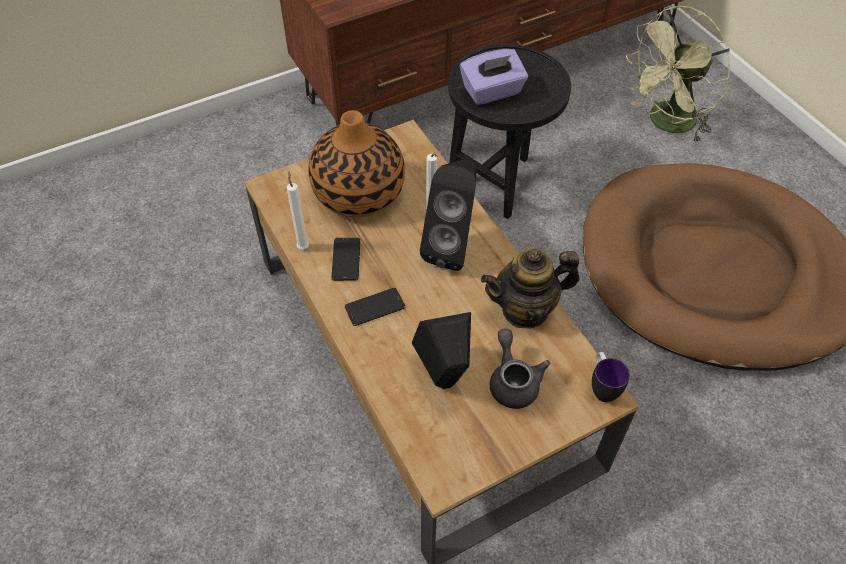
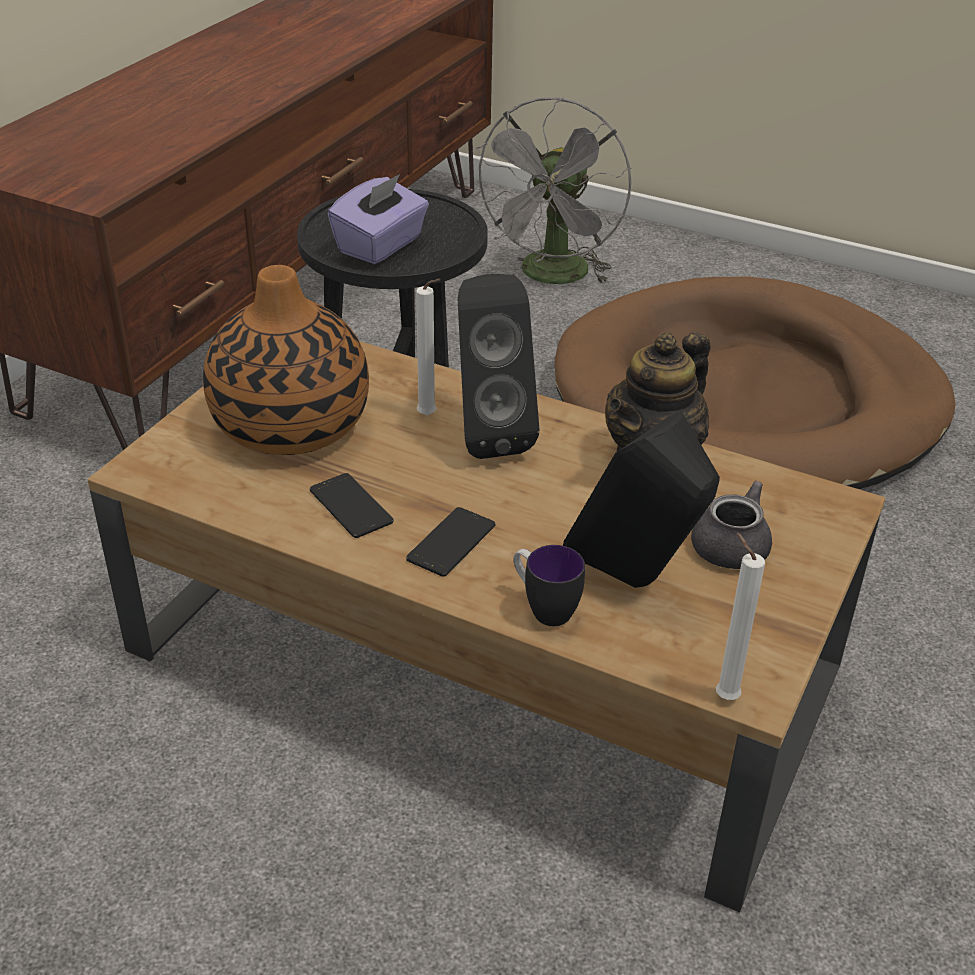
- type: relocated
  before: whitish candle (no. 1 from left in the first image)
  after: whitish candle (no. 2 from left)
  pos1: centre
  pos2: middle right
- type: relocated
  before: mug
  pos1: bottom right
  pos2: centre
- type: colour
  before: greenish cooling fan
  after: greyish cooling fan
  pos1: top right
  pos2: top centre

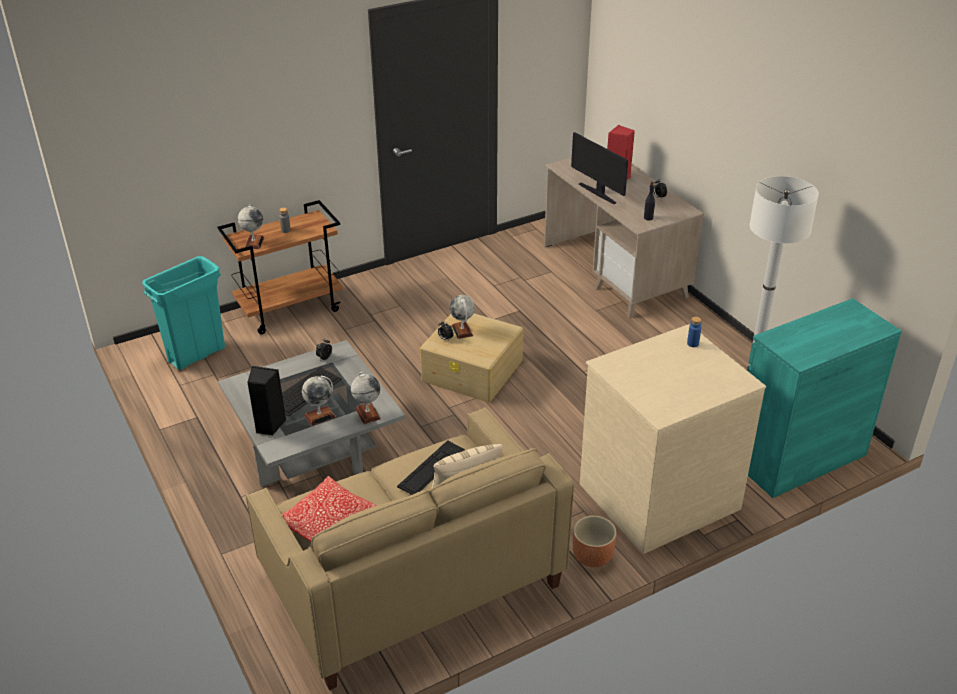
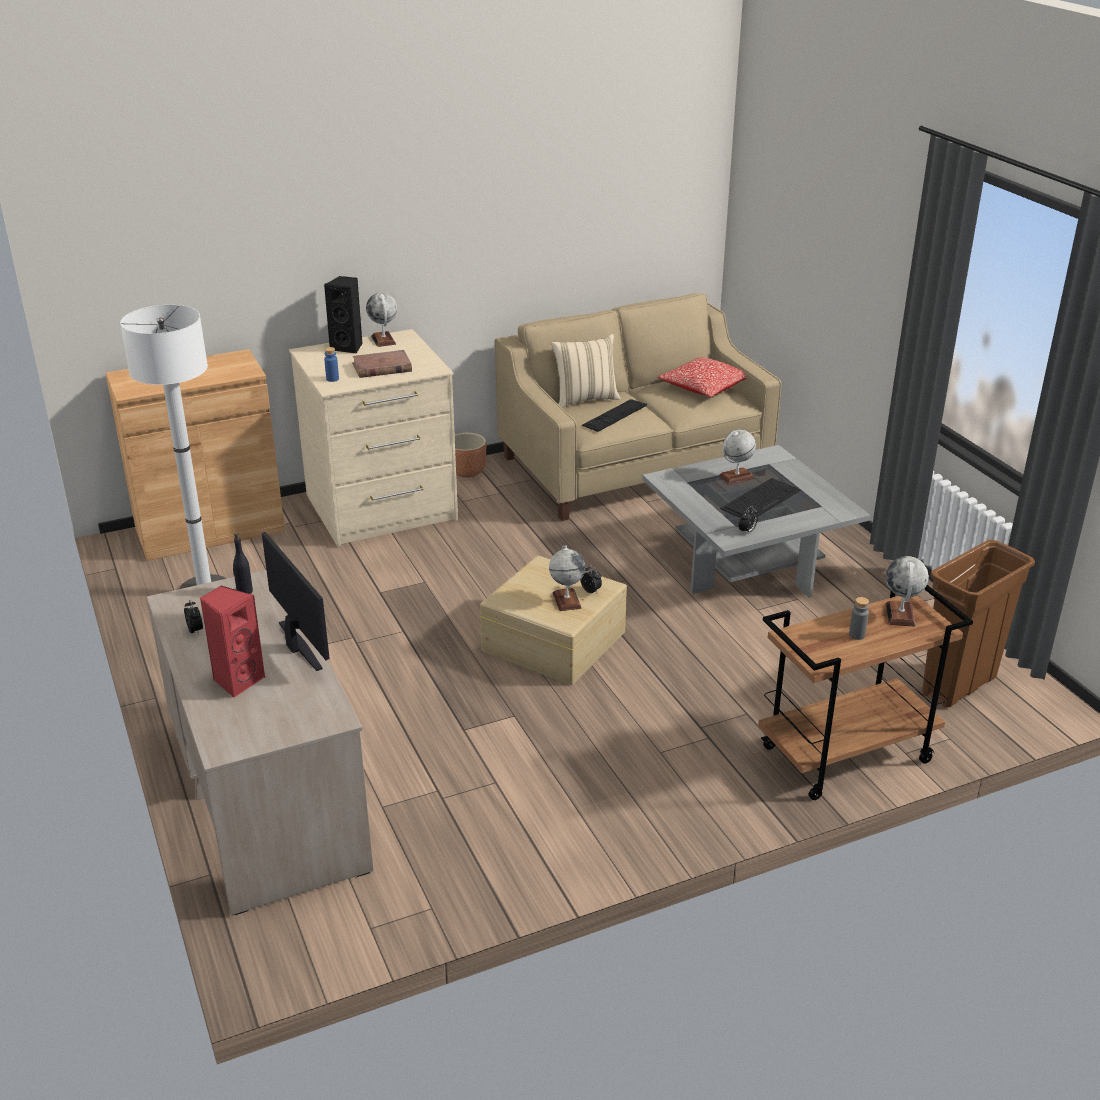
- type: appeared
  after: brown bound book
  pos2: top centre
- type: relocated
  before: black speaker
  pos1: middle left
  pos2: top left
- type: relocated
  before: globe (no. 3 from left in the first image)
  after: globe (no. 1 from left)
  pos1: centre
  pos2: top centre
- type: colour
  before: turquoise-coloured trash can
  after: brown trash can
  pos1: middle left
  pos2: middle right
- type: colour
  before: turquoise-coloured cabinet
  after: brown cabinet
  pos1: middle right
  pos2: middle left

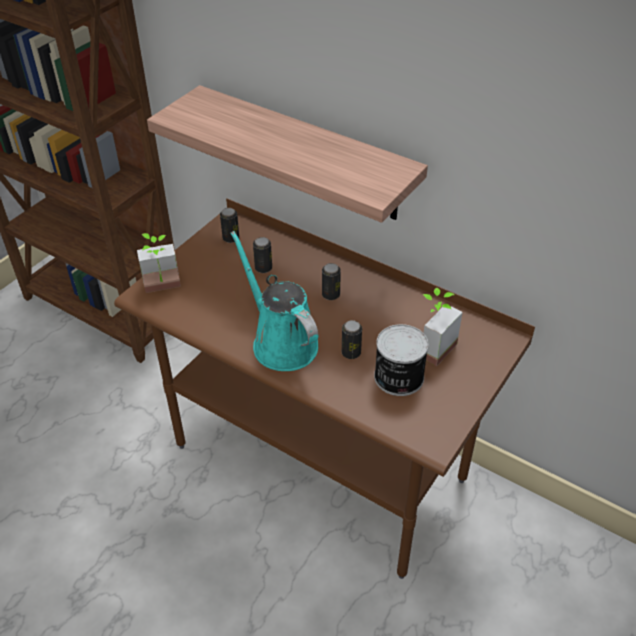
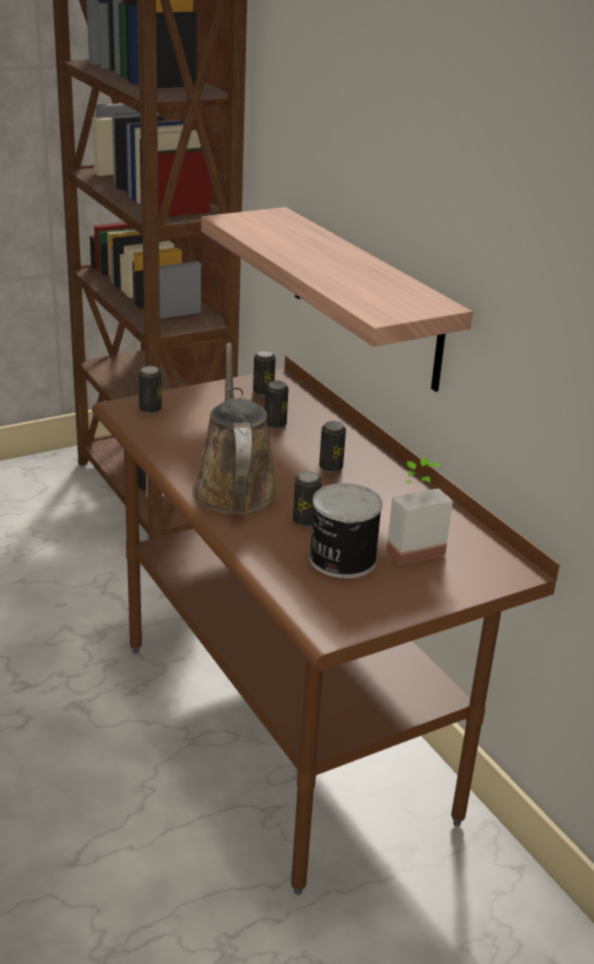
- type: exchanged
  before: plant in a pot (no. 1 from left)
  after: metal can (no. 1 from left)
  pos1: middle left
  pos2: middle left
- type: colour
  before: turquoise-coloured watering can
  after: brown watering can
  pos1: centre
  pos2: centre

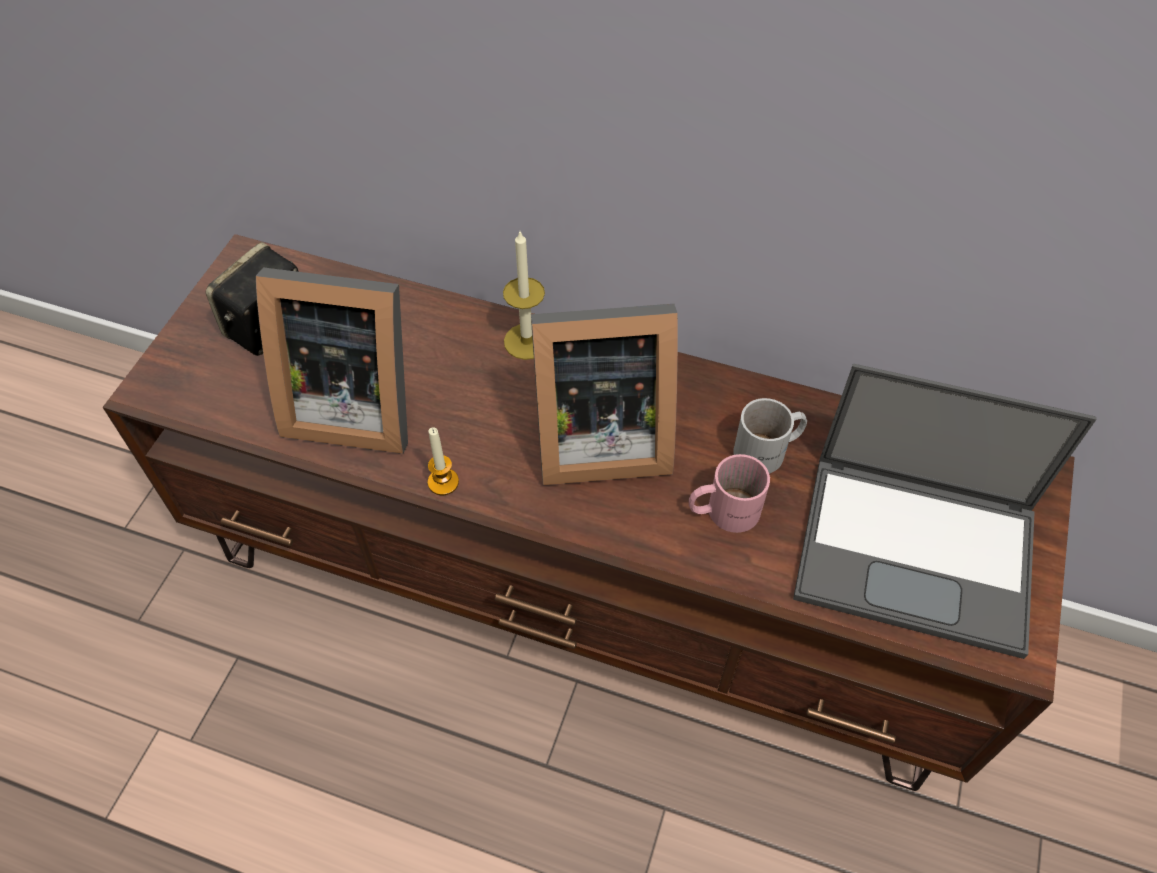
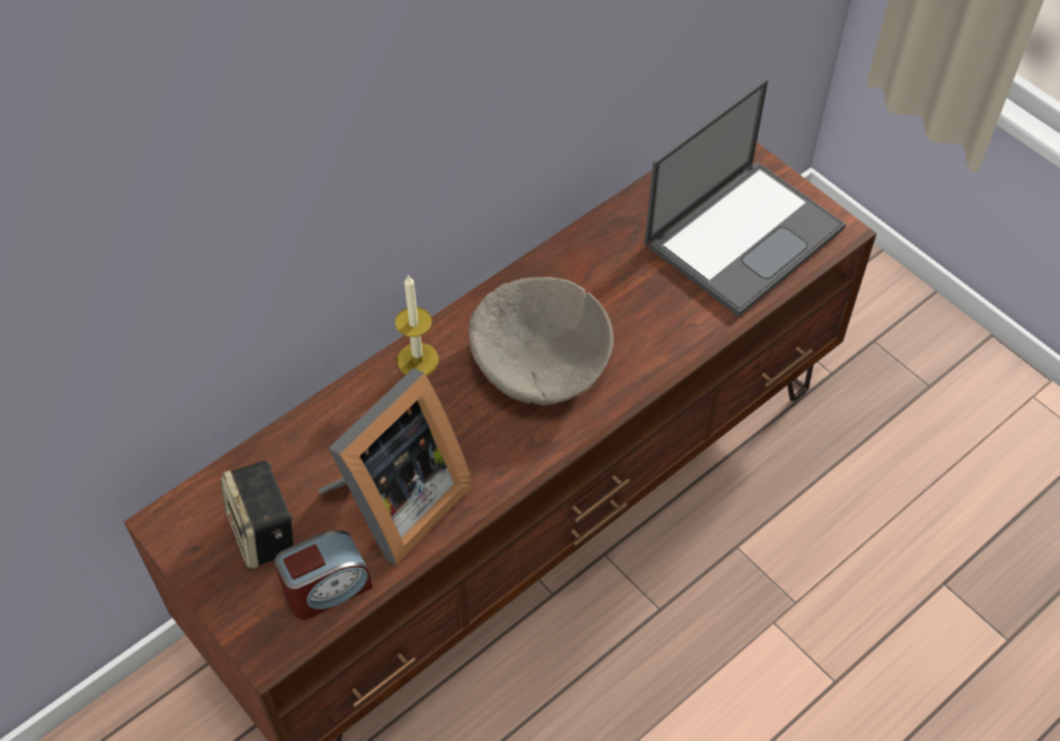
- type: missing
  before: candle (no. 1 from left)
  pos1: centre
- type: missing
  before: pinkish mug
  pos1: centre
- type: missing
  before: whitish mug
  pos1: centre
- type: appeared
  after: bedside clock
  pos2: bottom left
- type: exchanged
  before: standing frame (no. 2 from left)
  after: sand-coloured deep dish
  pos1: centre
  pos2: centre

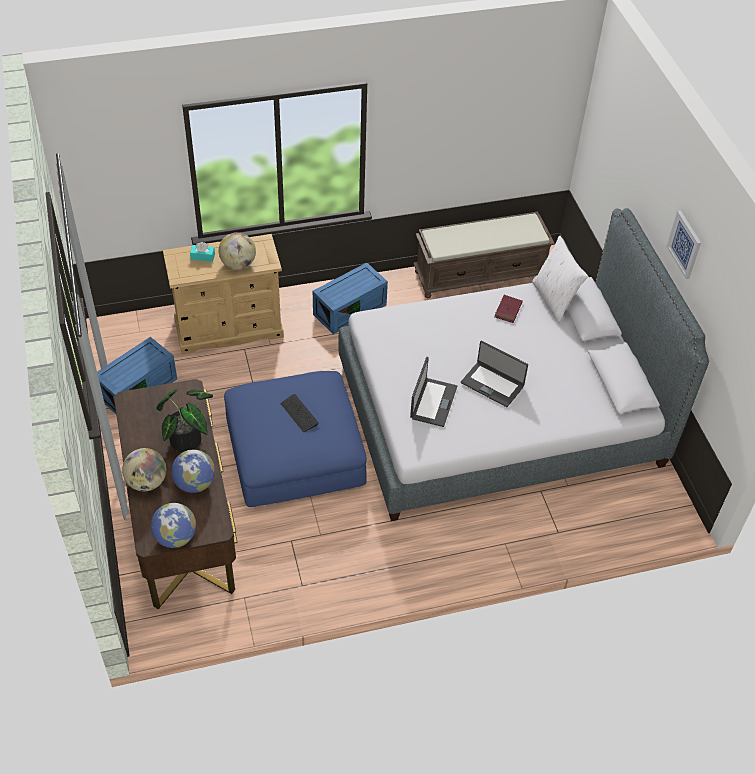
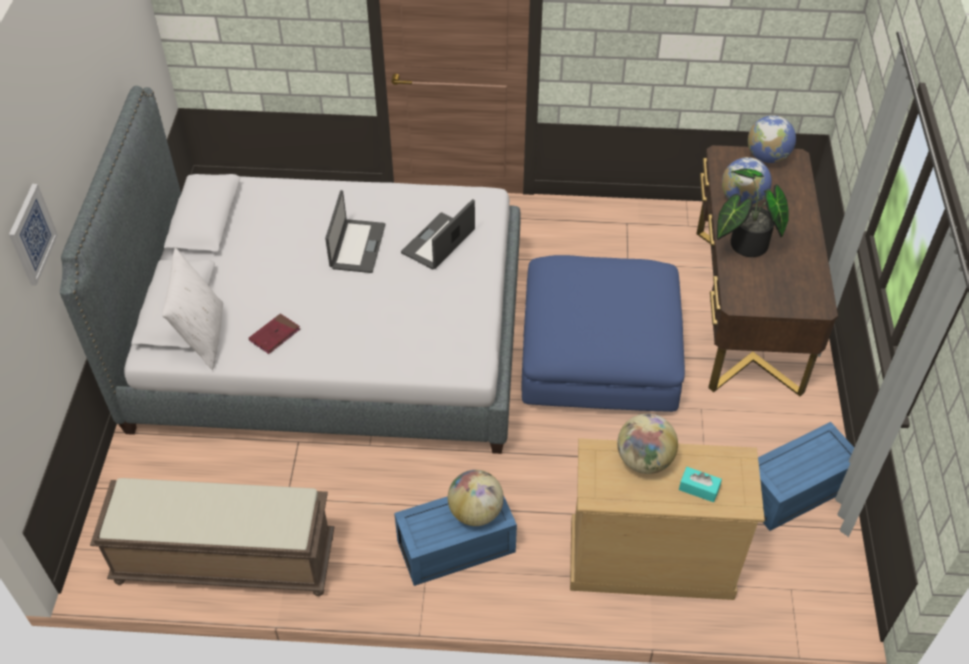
- type: missing
  before: keyboard
  pos1: centre
- type: relocated
  before: globe (no. 1 from left)
  pos1: middle left
  pos2: bottom centre
- type: relocated
  before: picture
  pos1: top right
  pos2: middle left
- type: spun
  before: laptop (no. 2 from left in the first image)
  pos1: centre
  pos2: centre
  turn: 45

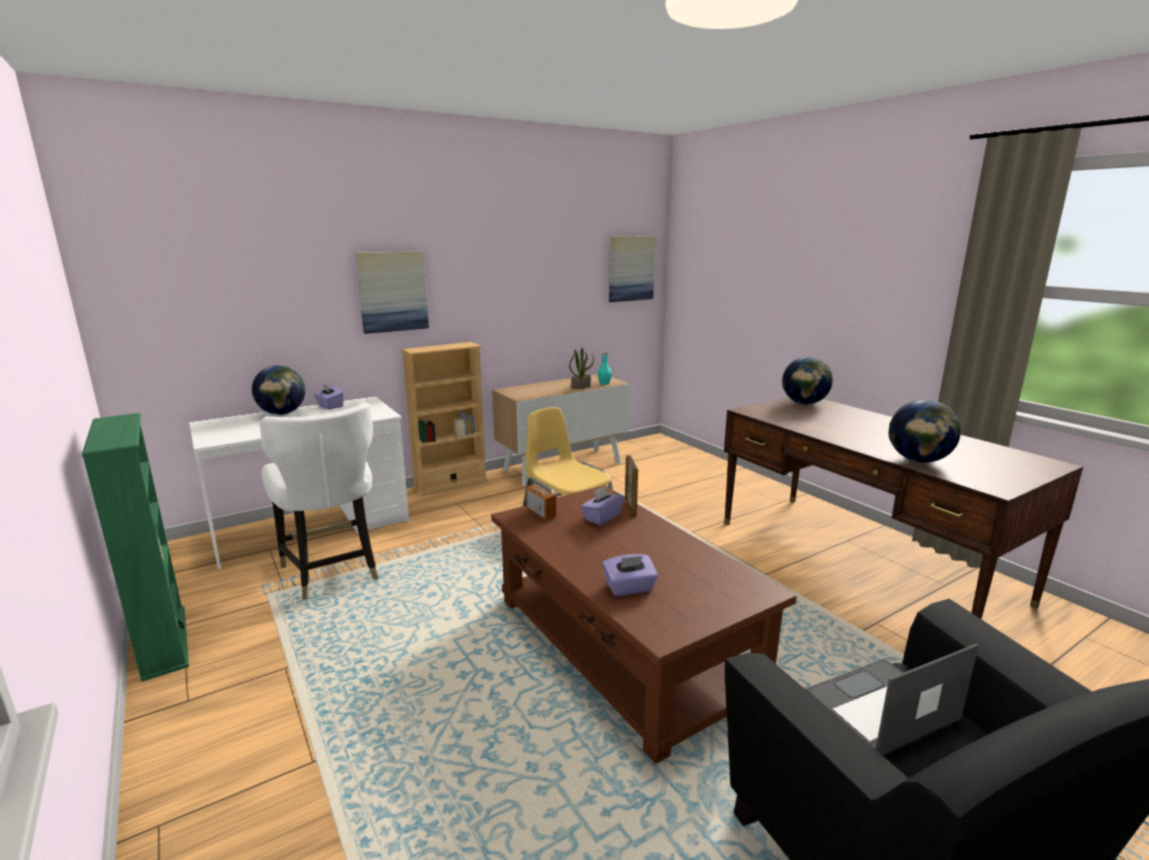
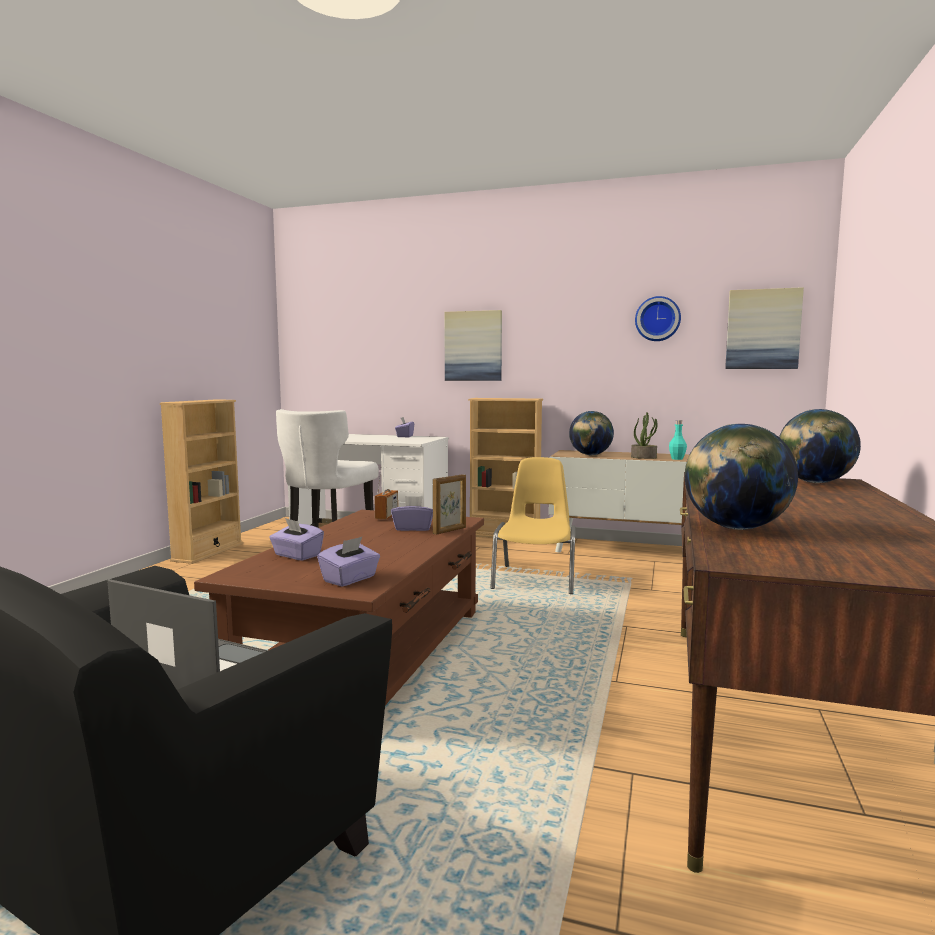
- type: appeared
  after: purplish tissue holder (no. 2 from left)
  pos2: centre
- type: appeared
  after: wall clock
  pos2: middle right
- type: relocated
  before: globe (no. 1 from left)
  pos1: middle left
  pos2: centre
- type: colour
  before: greenish bookcase
  after: sand-coloured bookcase (no. 1 from left)
  pos1: middle left
  pos2: middle left

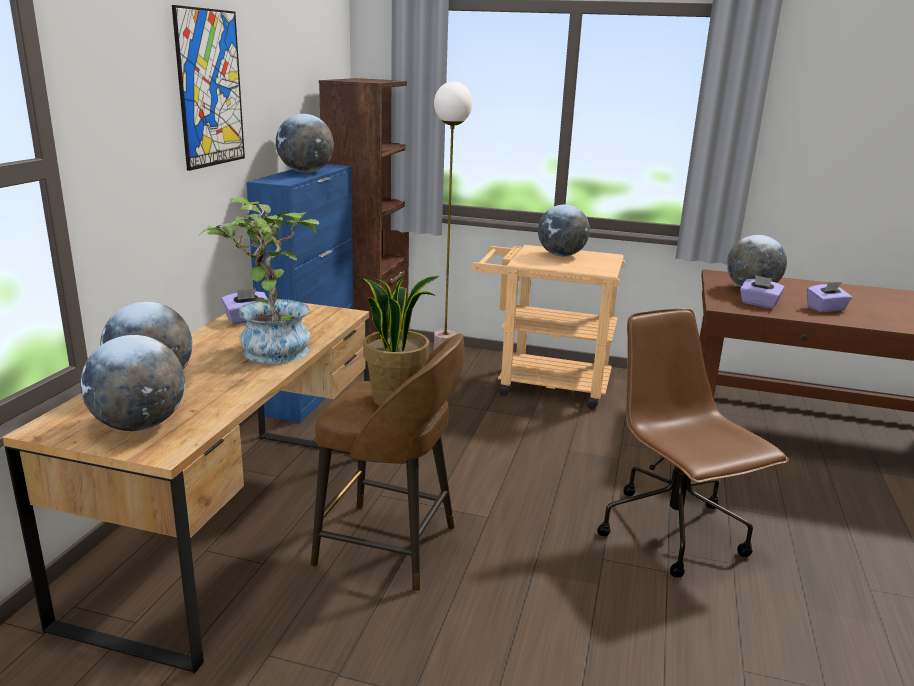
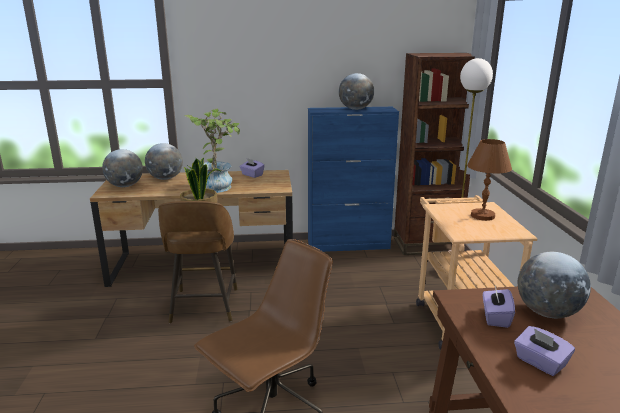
- type: missing
  before: picture
  pos1: top left
- type: exchanged
  before: globe (no. 4 from left)
  after: brown lamp for a table
  pos1: centre
  pos2: middle right

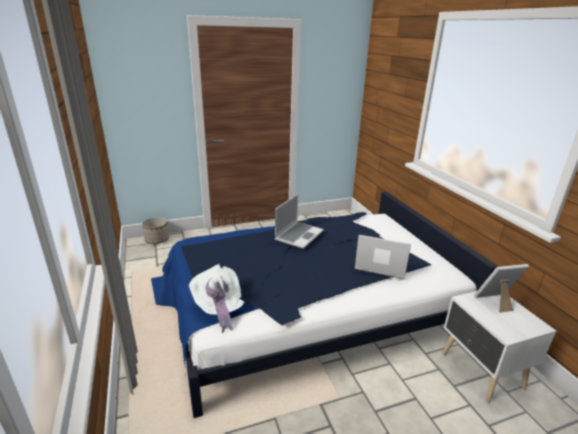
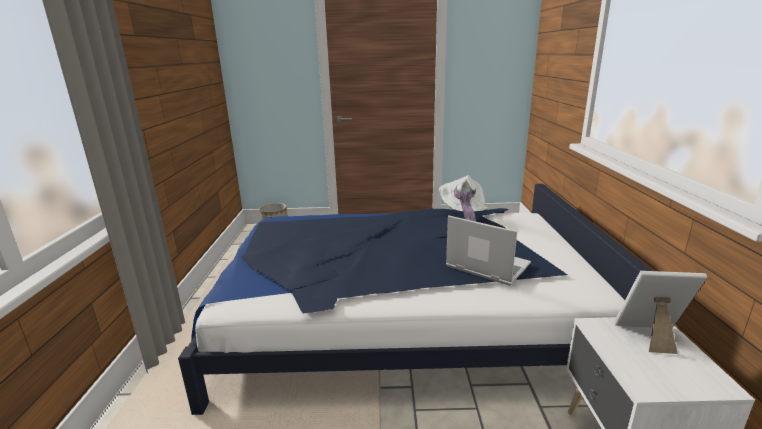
- type: missing
  before: laptop (no. 1 from left)
  pos1: centre
- type: relocated
  before: whitish wearable hat
  pos1: bottom centre
  pos2: centre

